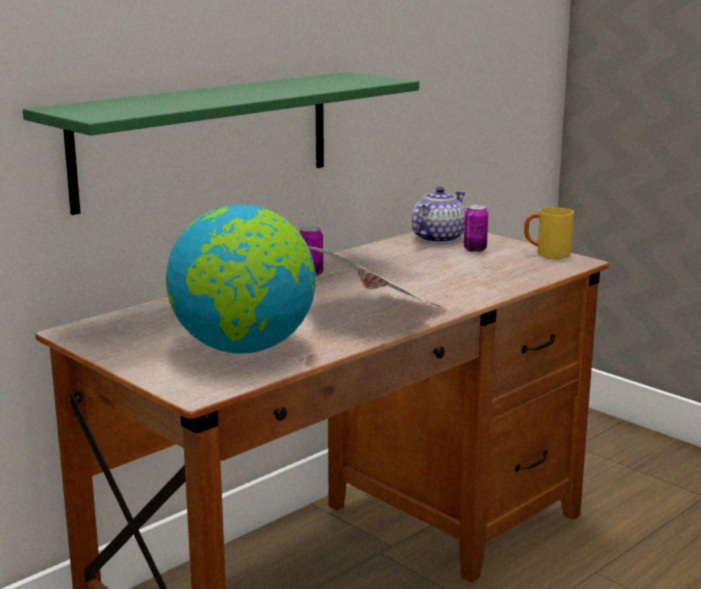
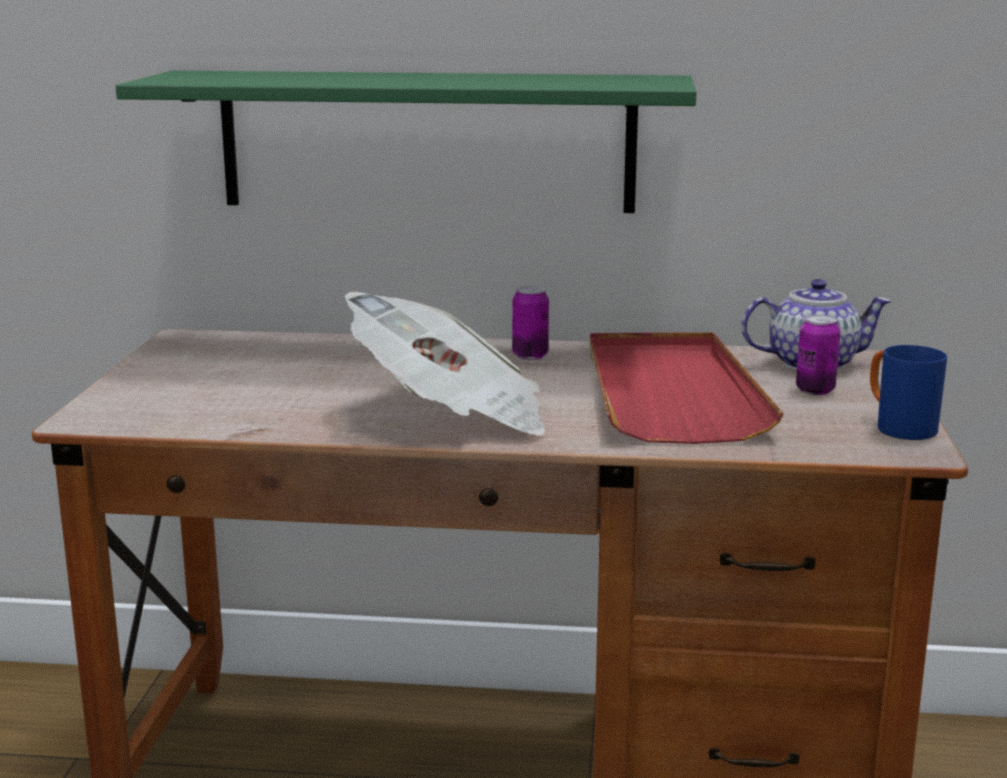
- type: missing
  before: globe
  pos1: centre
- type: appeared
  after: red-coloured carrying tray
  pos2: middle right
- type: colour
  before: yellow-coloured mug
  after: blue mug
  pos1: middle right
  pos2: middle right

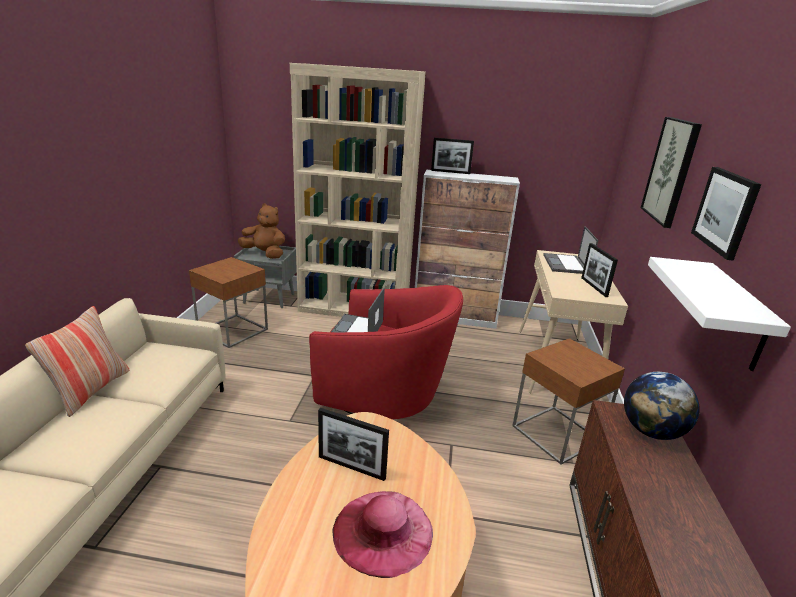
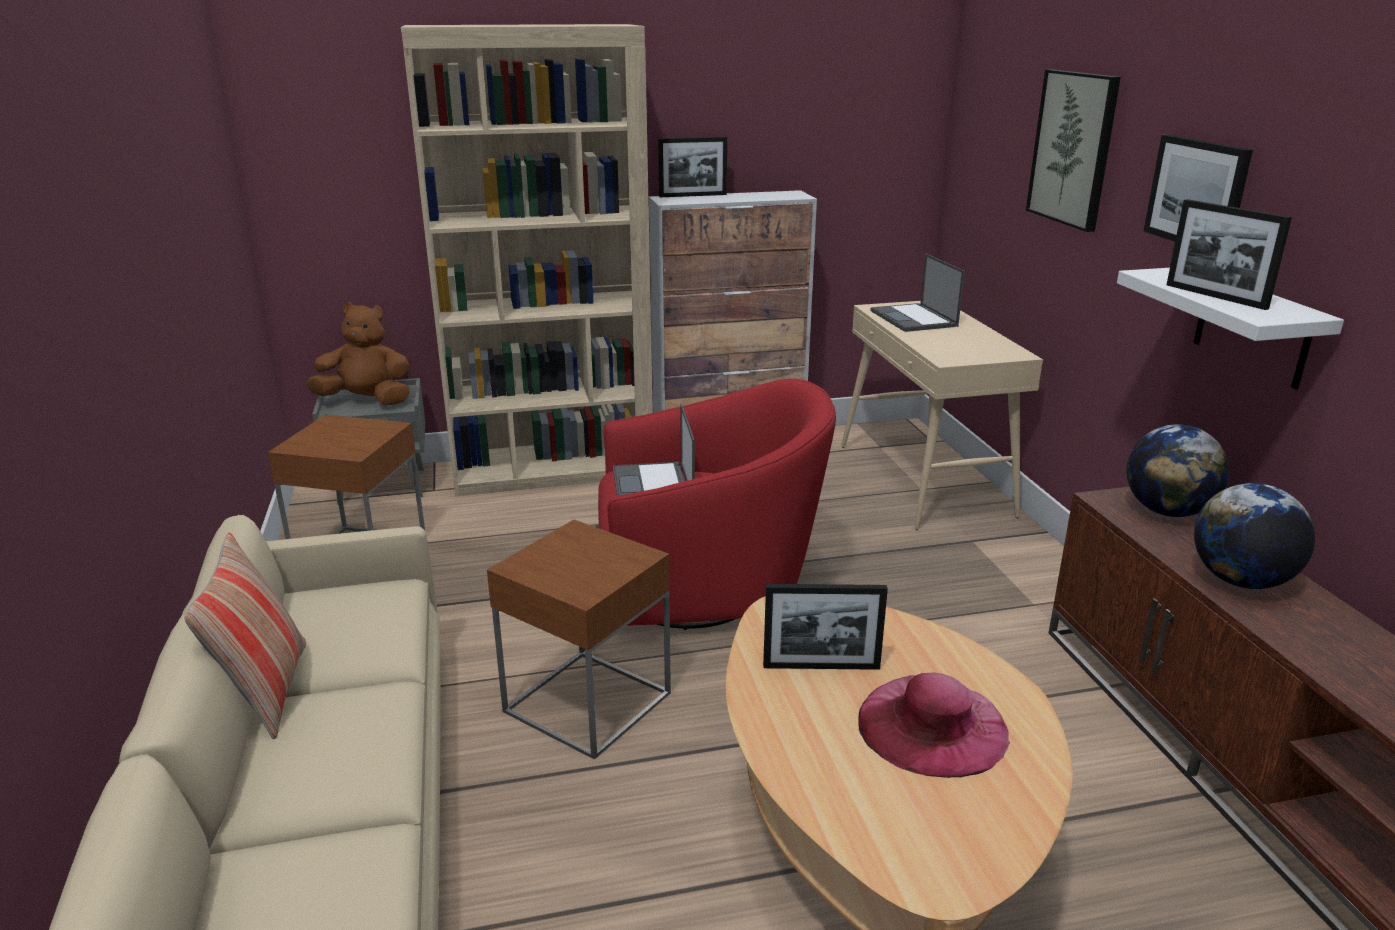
- type: appeared
  after: globe (no. 2 from left)
  pos2: middle right
- type: relocated
  before: brown accent table (no. 2 from left)
  pos1: bottom right
  pos2: bottom centre
- type: relocated
  before: standing frame (no. 3 from left)
  pos1: middle right
  pos2: top right

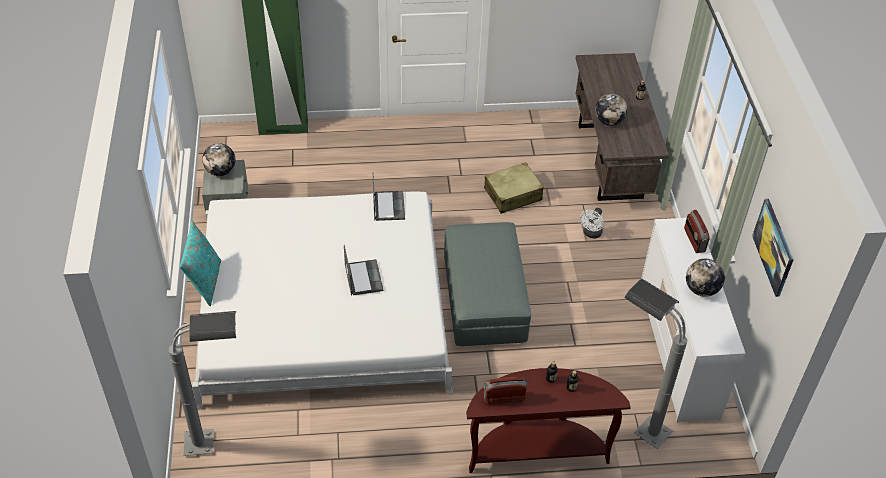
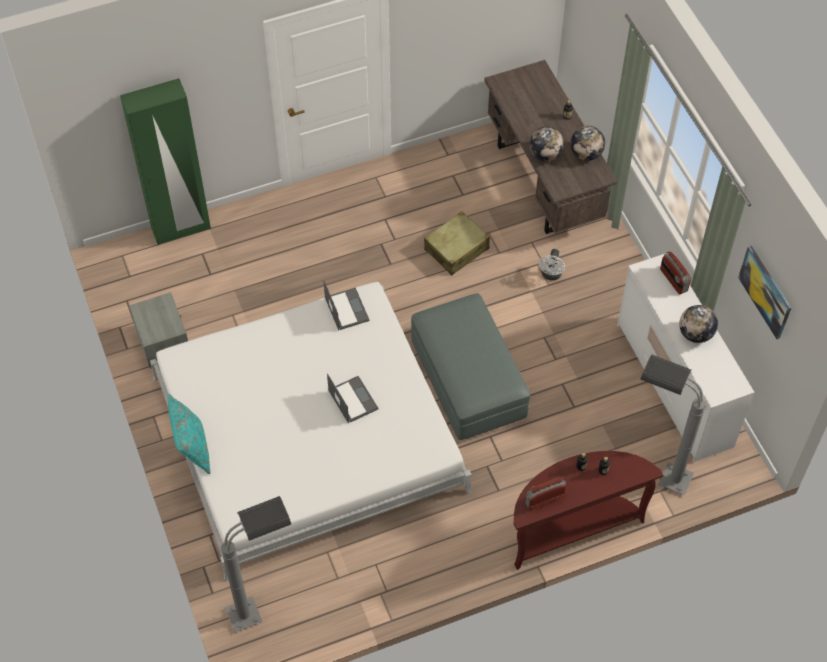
- type: relocated
  before: globe (no. 1 from left in the first image)
  after: globe (no. 2 from left)
  pos1: top left
  pos2: top right

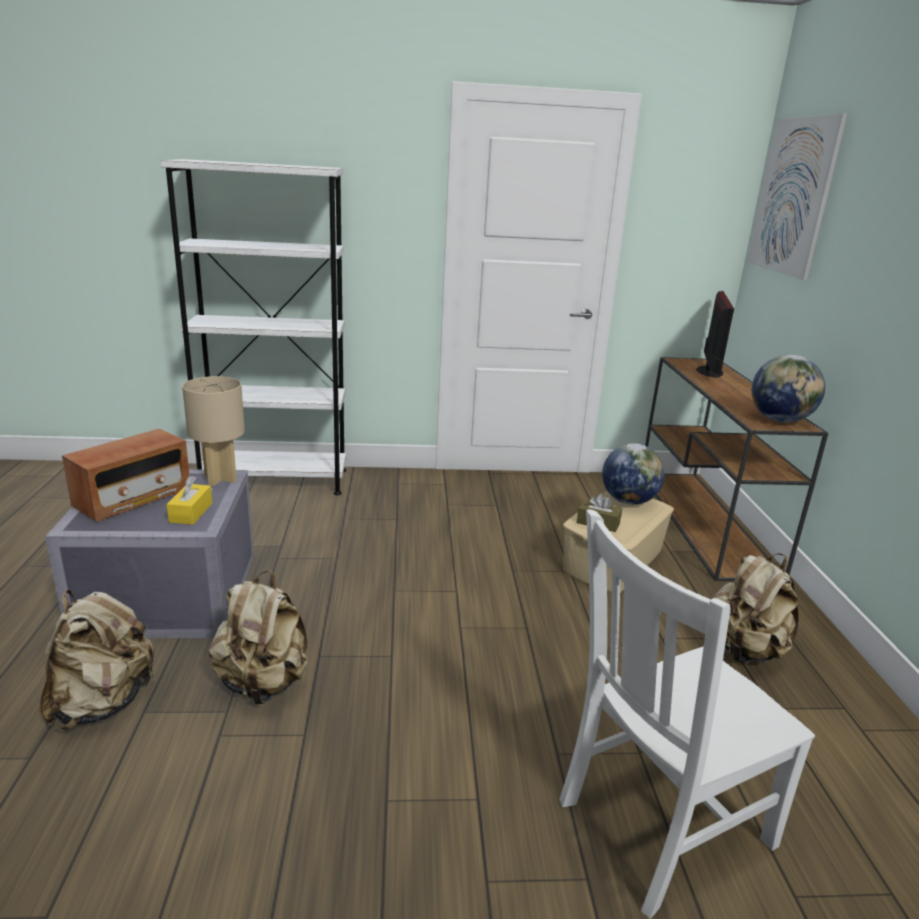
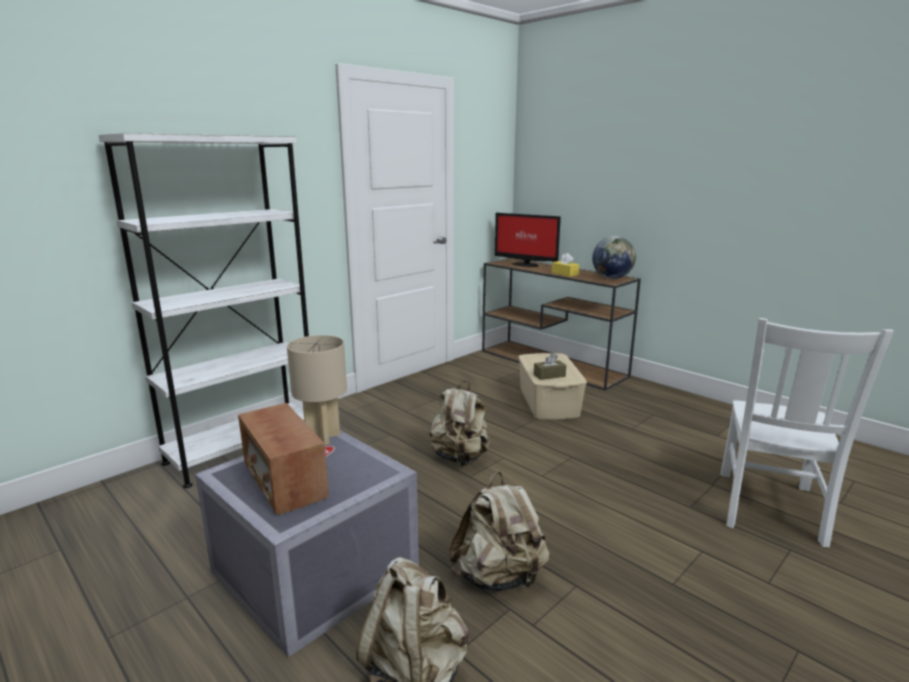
- type: missing
  before: globe (no. 1 from left)
  pos1: middle right
- type: missing
  before: picture
  pos1: top right
- type: relocated
  before: yellow-coloured tissue holder
  pos1: middle left
  pos2: centre
- type: relocated
  before: sand-coloured backpack (no. 3 from left in the first image)
  after: sand-coloured backpack (no. 2 from left)
  pos1: middle right
  pos2: centre
- type: spun
  before: radio set
  pos1: middle left
  pos2: bottom left
  turn: 150
- type: spun
  before: monitor
  pos1: middle right
  pos2: centre
  turn: 150

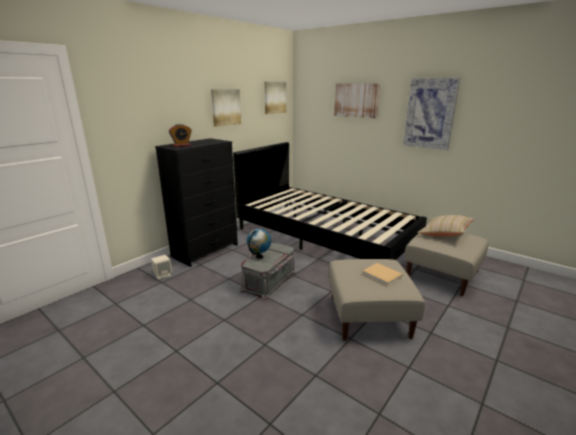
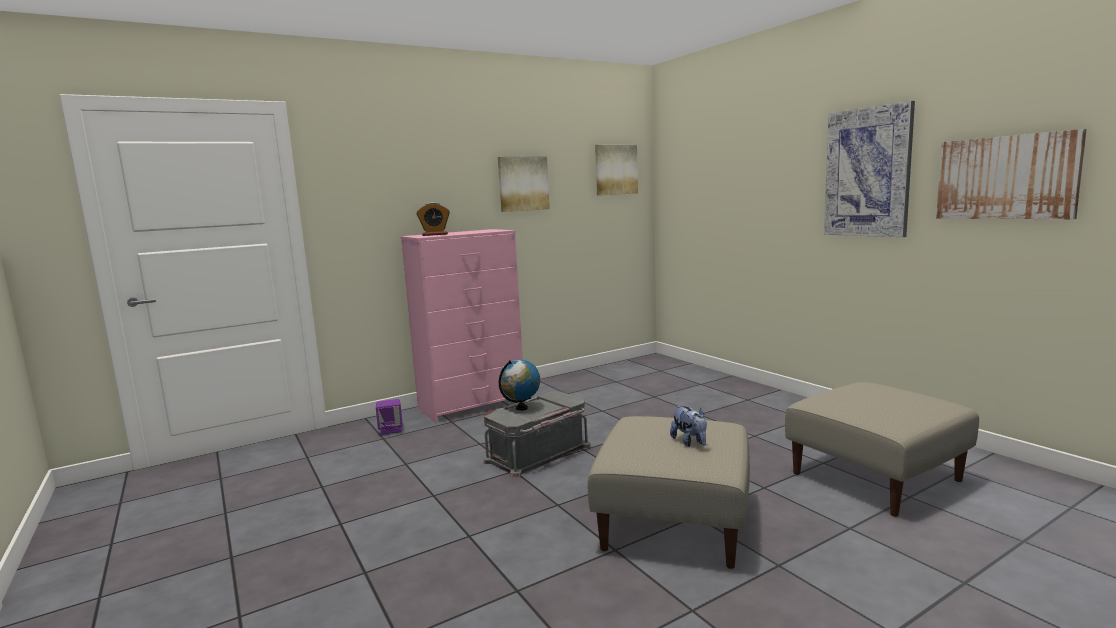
- type: missing
  before: black bed
  pos1: centre
- type: missing
  before: sand-coloured throw pillow
  pos1: middle right
- type: relocated
  before: picture (no. 3 from left in the first image)
  after: picture (no. 4 from left)
  pos1: top centre
  pos2: top right
- type: exchanged
  before: sand-coloured bound book
  after: soft toy
  pos1: centre
  pos2: bottom centre
- type: colour
  before: sand-coloured speaker
  after: purplish speaker
  pos1: middle left
  pos2: centre
- type: colour
  before: black dresser
  after: pinkish dresser
  pos1: centre
  pos2: centre

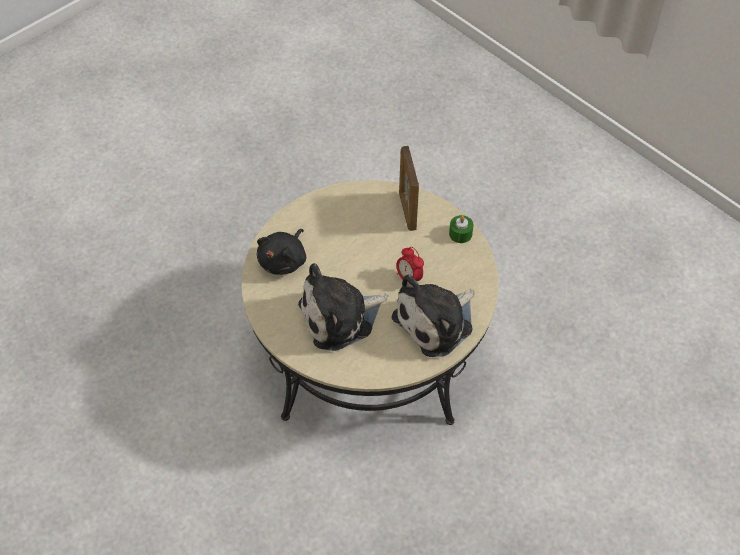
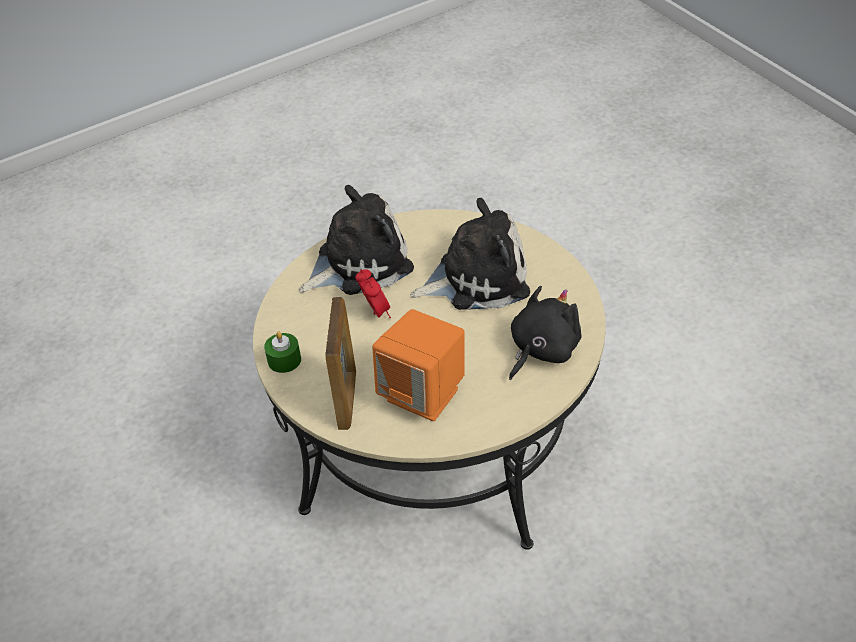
- type: appeared
  after: orange speaker
  pos2: centre

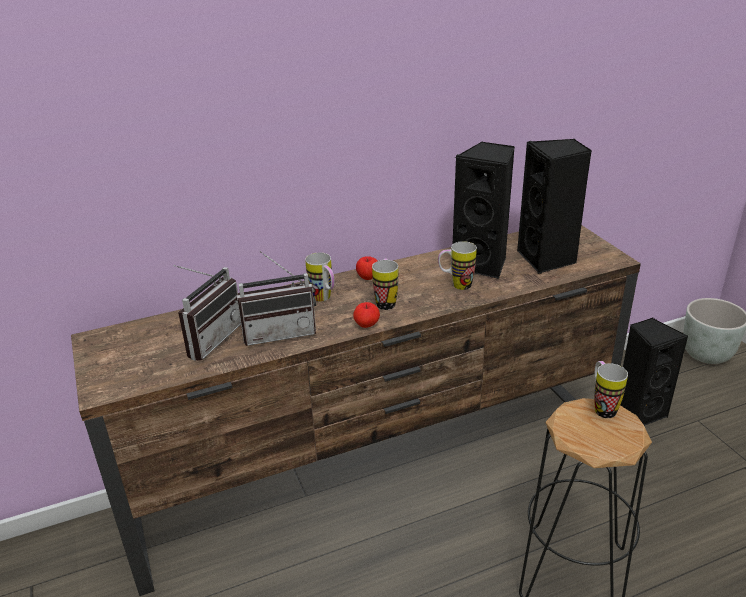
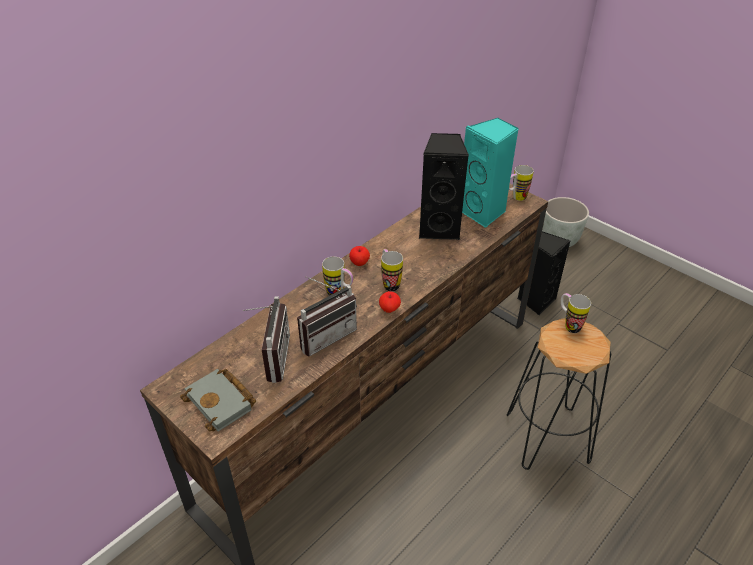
- type: appeared
  after: greyish bound book
  pos2: bottom left
- type: relocated
  before: mug (no. 3 from left)
  pos1: centre
  pos2: top right
- type: colour
  before: black speaker (no. 2 from left)
  after: turquoise-coloured speaker
  pos1: middle right
  pos2: top centre

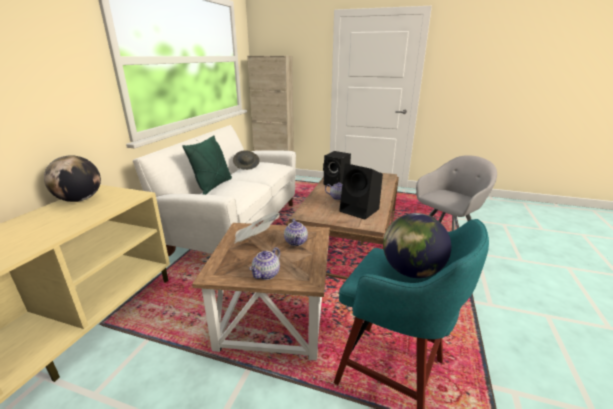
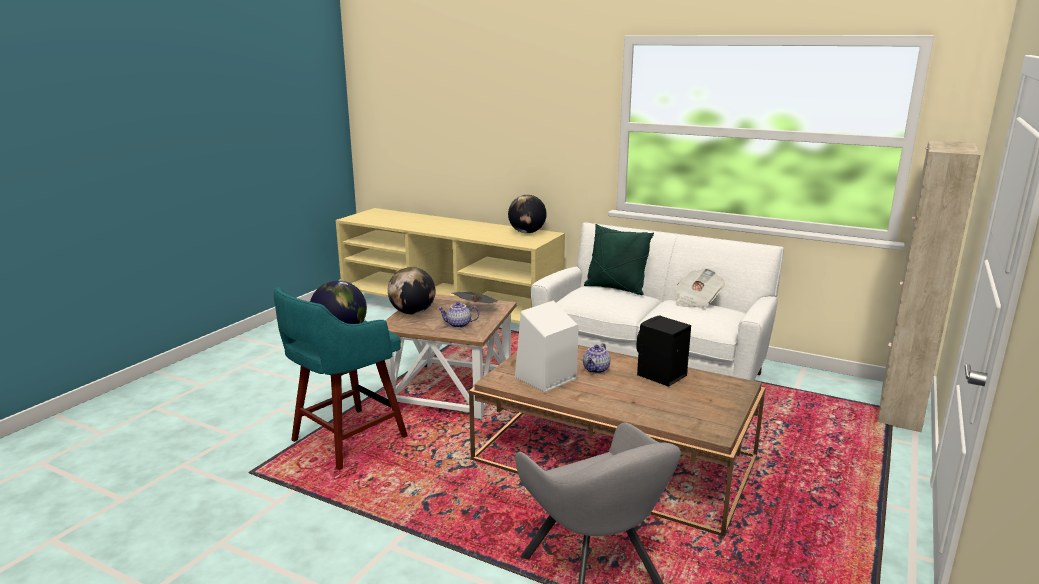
- type: exchanged
  before: greyish wearable hat
  after: printed paper (no. 2 from left)
  pos1: centre
  pos2: middle right
- type: exchanged
  before: tea pot (no. 1 from left)
  after: globe (no. 2 from left)
  pos1: centre
  pos2: centre
- type: colour
  before: black speaker (no. 2 from left)
  after: whitish speaker
  pos1: centre
  pos2: centre

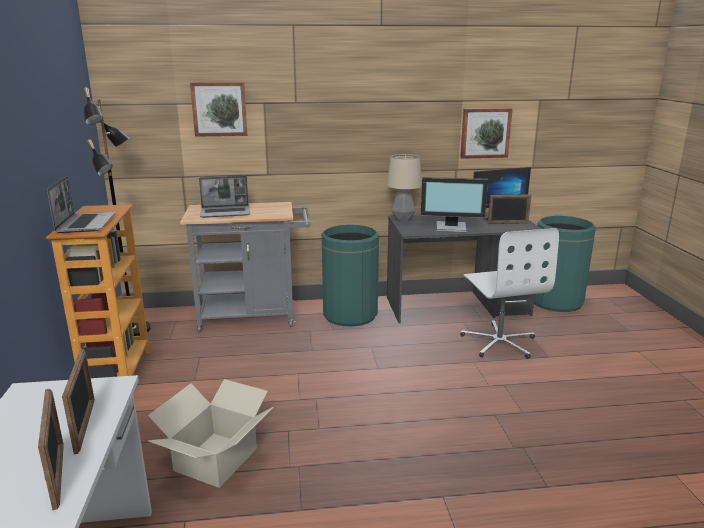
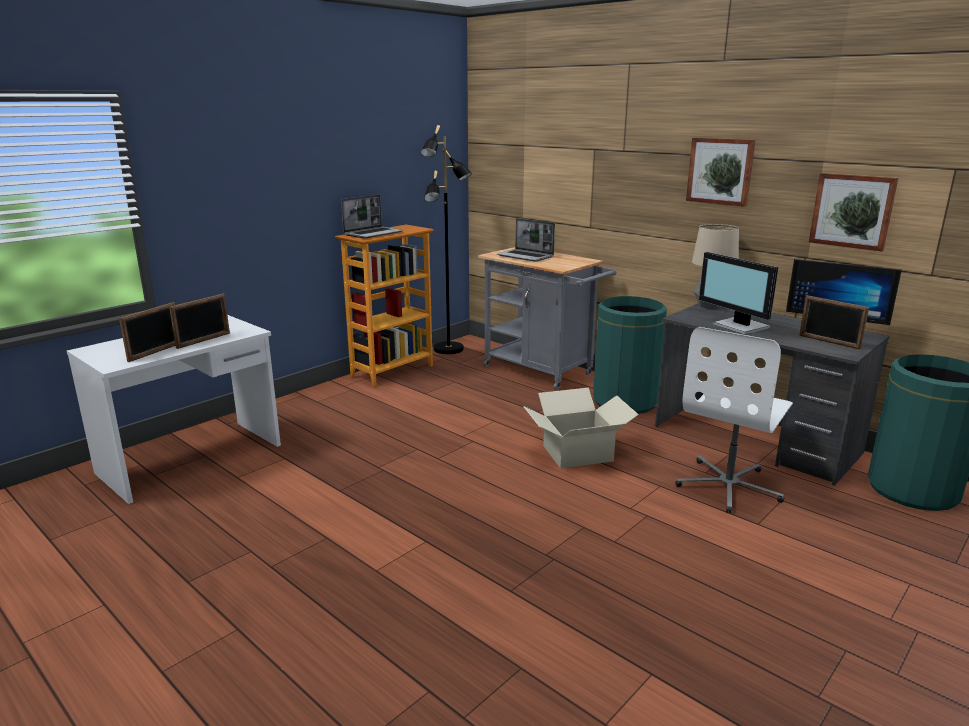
- type: relocated
  before: carton
  pos1: bottom left
  pos2: centre
- type: relocated
  before: picture (no. 1 from left)
  pos1: top left
  pos2: top right

